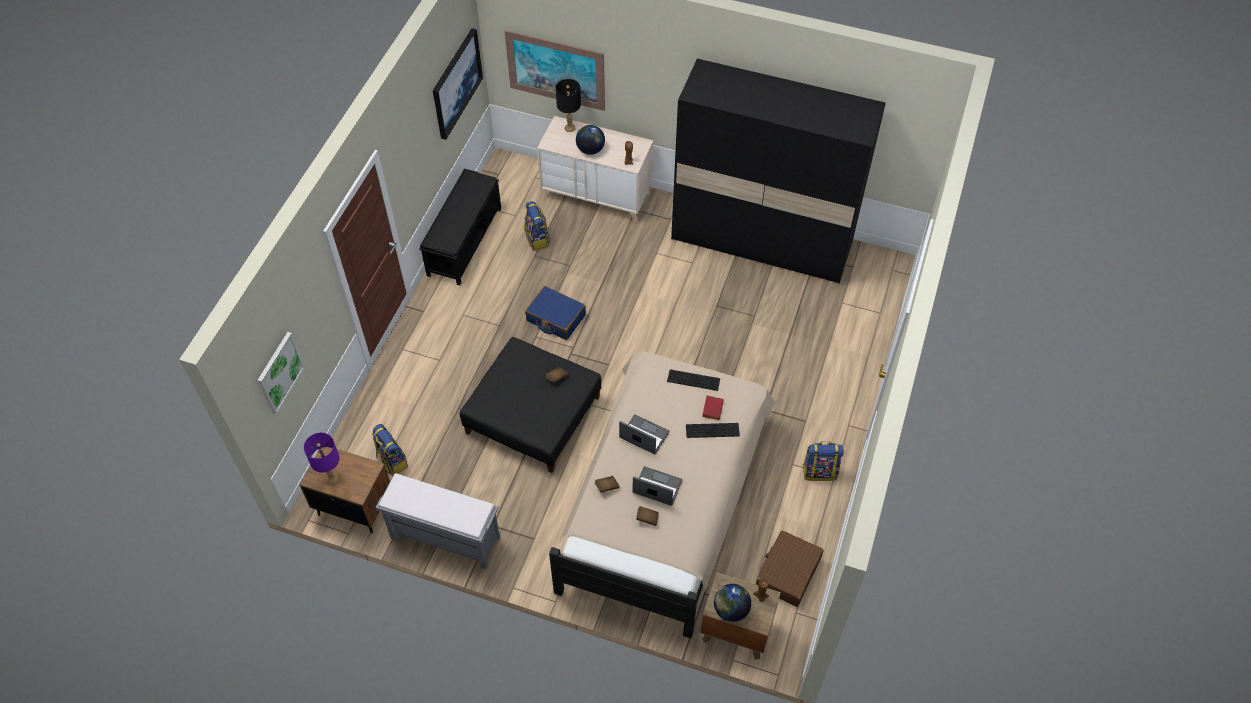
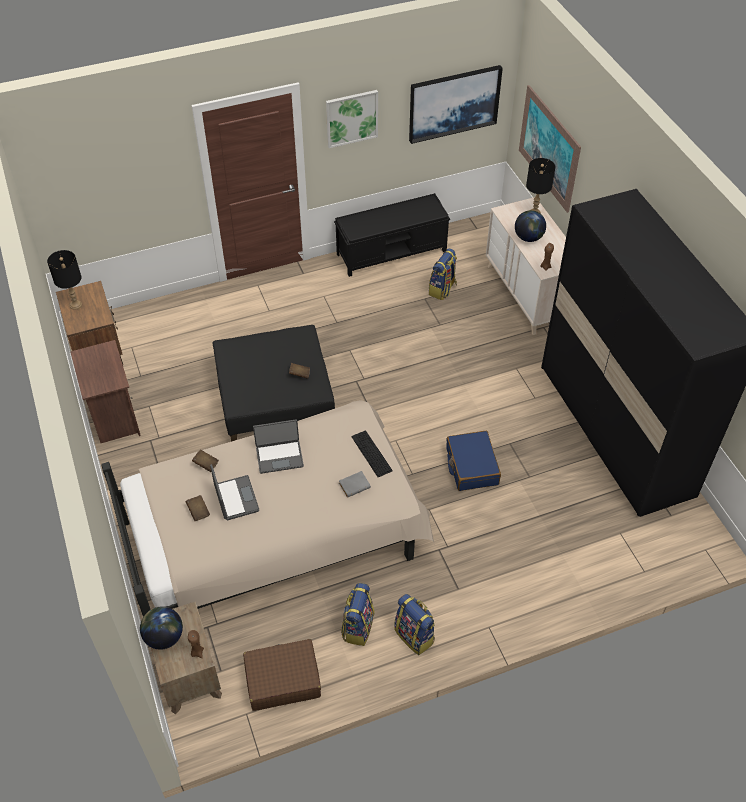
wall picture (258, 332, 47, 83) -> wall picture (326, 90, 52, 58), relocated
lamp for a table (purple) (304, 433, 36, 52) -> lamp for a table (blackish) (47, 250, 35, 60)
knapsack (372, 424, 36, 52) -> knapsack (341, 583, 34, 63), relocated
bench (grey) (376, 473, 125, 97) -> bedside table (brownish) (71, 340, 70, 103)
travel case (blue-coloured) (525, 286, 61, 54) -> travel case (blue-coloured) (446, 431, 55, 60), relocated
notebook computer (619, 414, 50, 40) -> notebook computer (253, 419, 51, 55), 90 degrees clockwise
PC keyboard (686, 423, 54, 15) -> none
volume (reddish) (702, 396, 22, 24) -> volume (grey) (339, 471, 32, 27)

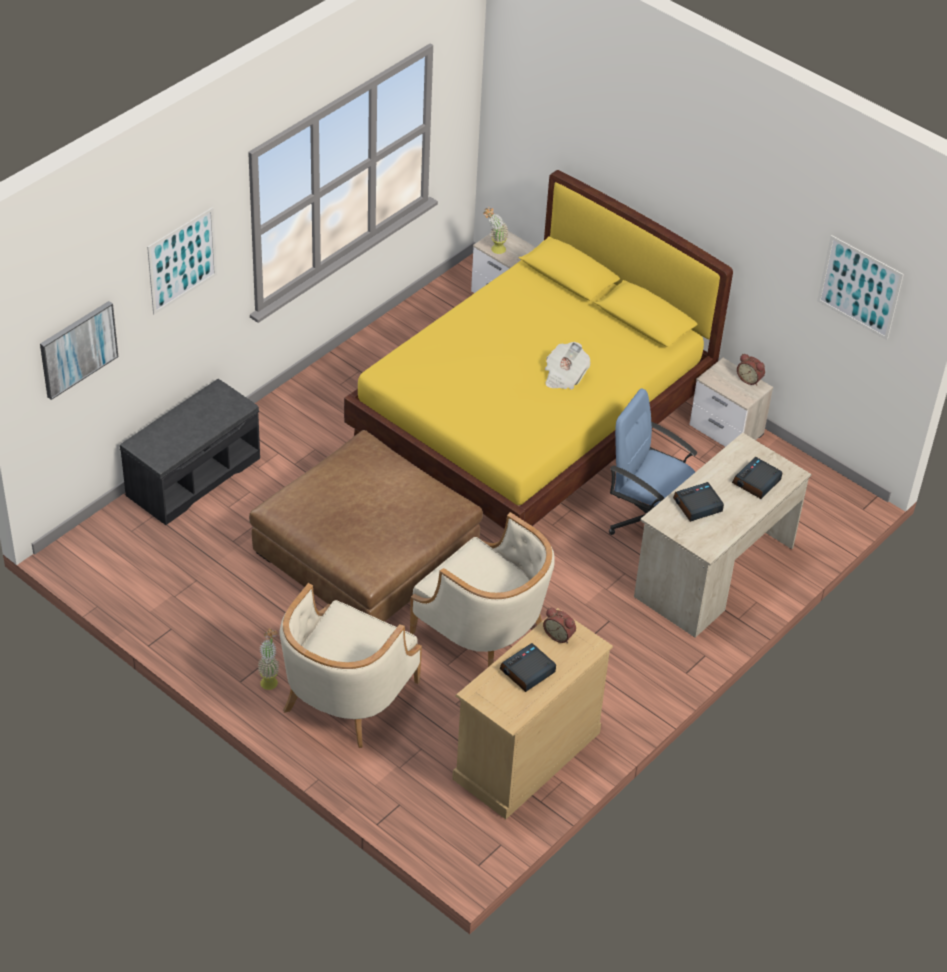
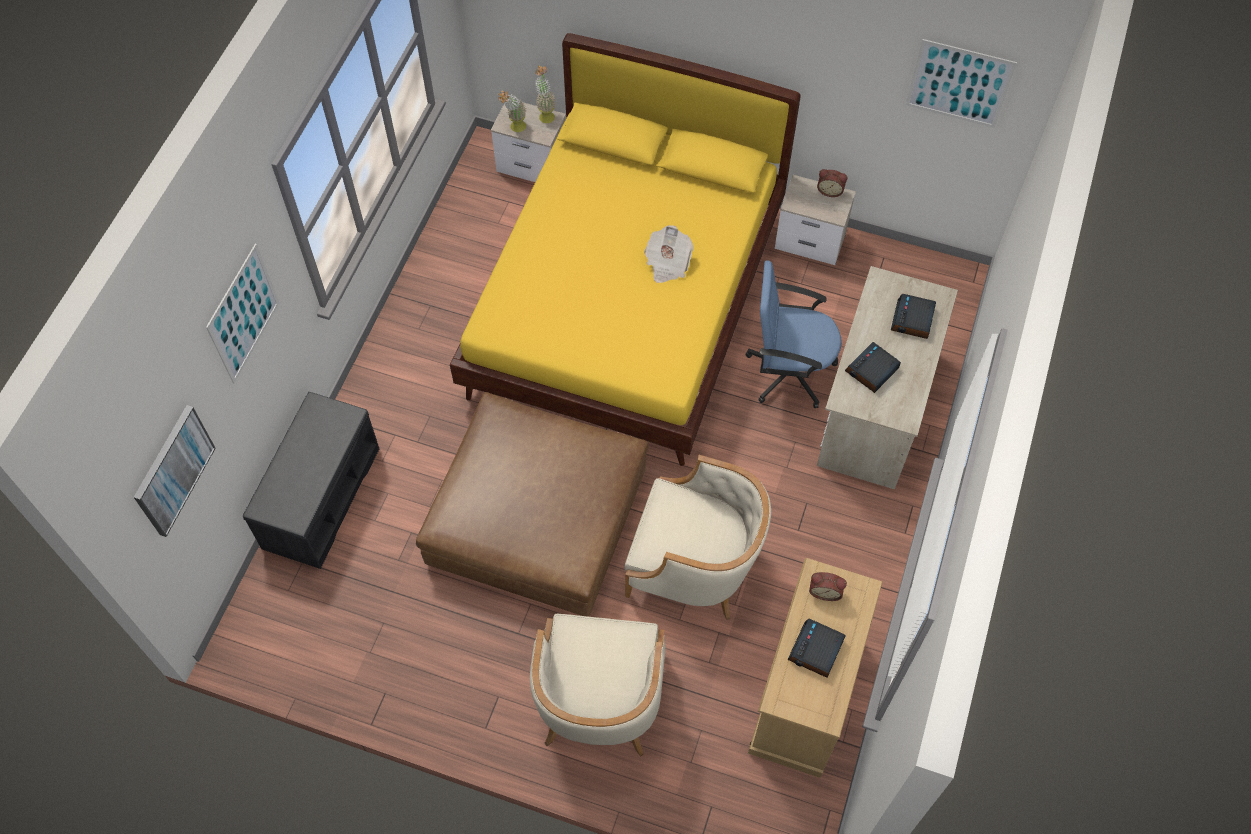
houseplant (258, 628, 22, 62) -> houseplant (535, 65, 21, 58), relocated

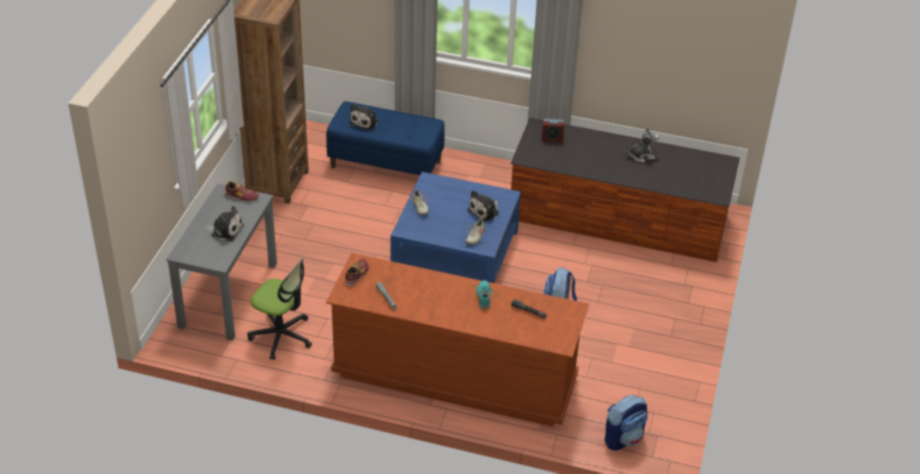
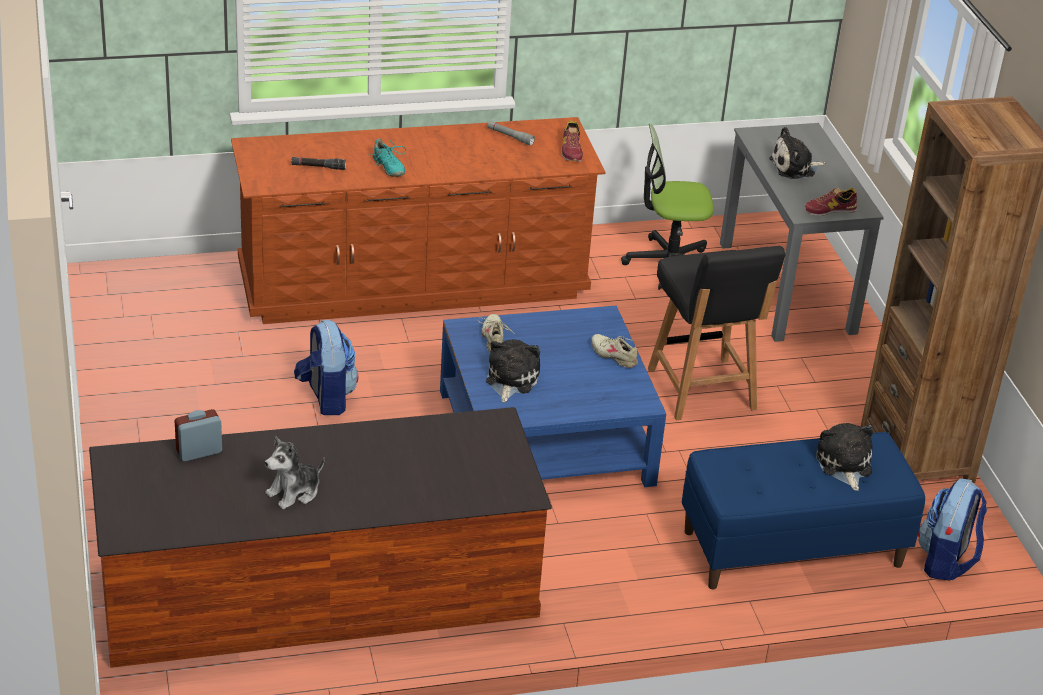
table clock (542, 119, 22, 23) -> table clock (175, 409, 47, 52), relocated
knapsack (604, 395, 44, 56) -> knapsack (918, 479, 69, 101), relocated
none -> chair (blackish) (648, 246, 138, 174)

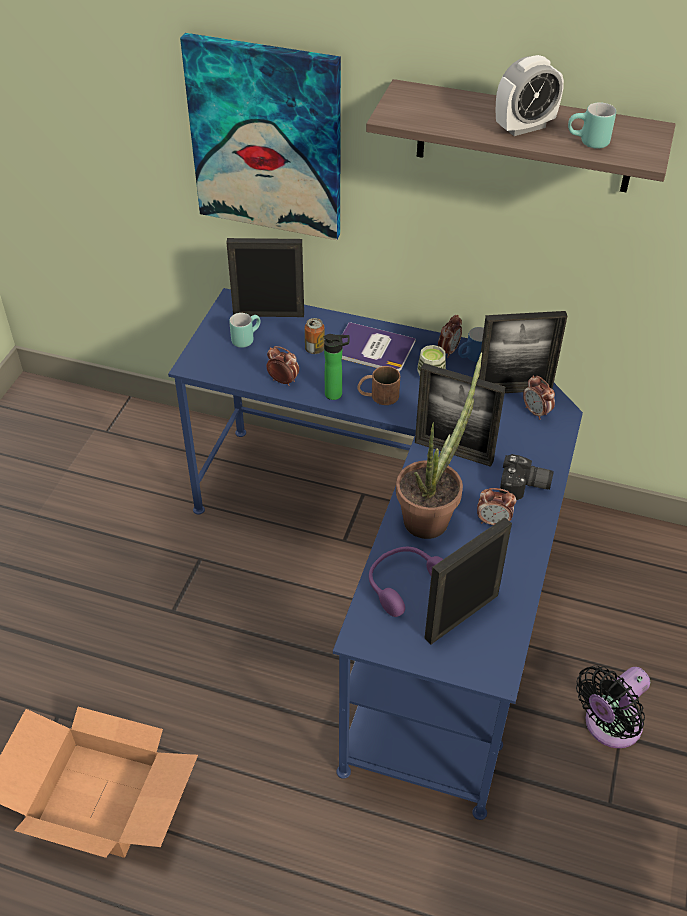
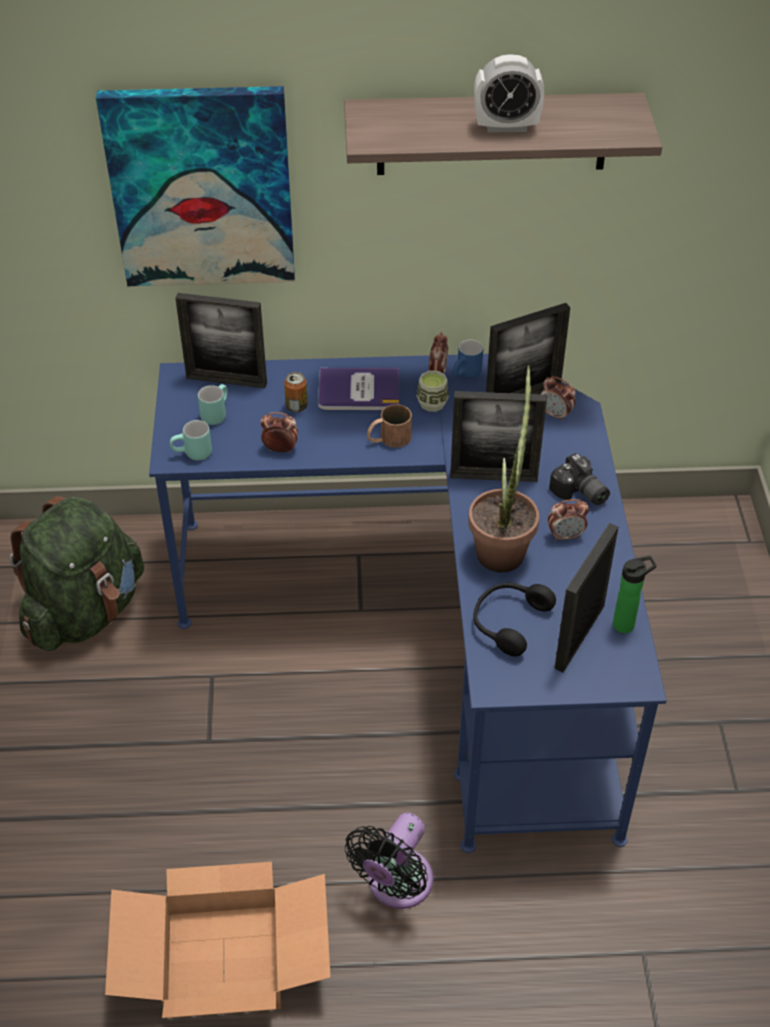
photo frame (226, 238, 78, 79) -> photo frame (175, 293, 92, 95), 150 degrees counterclockwise
bottle (324, 334, 26, 66) -> bottle (613, 556, 43, 77), relocated
headphones (purple) (369, 547, 74, 70) -> headphones (blackish) (473, 583, 83, 73)
table clock (496, 55, 68, 81) -> table clock (474, 54, 70, 79), 45 degrees clockwise
photo camera (499, 454, 55, 46) -> photo camera (549, 453, 61, 53), 60 degrees clockwise
mug (turquoise) (568, 102, 48, 47) -> mug (turquoise) (170, 420, 42, 40), relocated
electric fan (blackish) (576, 665, 74, 83) -> electric fan (blackish) (345, 812, 88, 97), relocated
none -> knapsack (green-coloured) (9, 496, 135, 155)

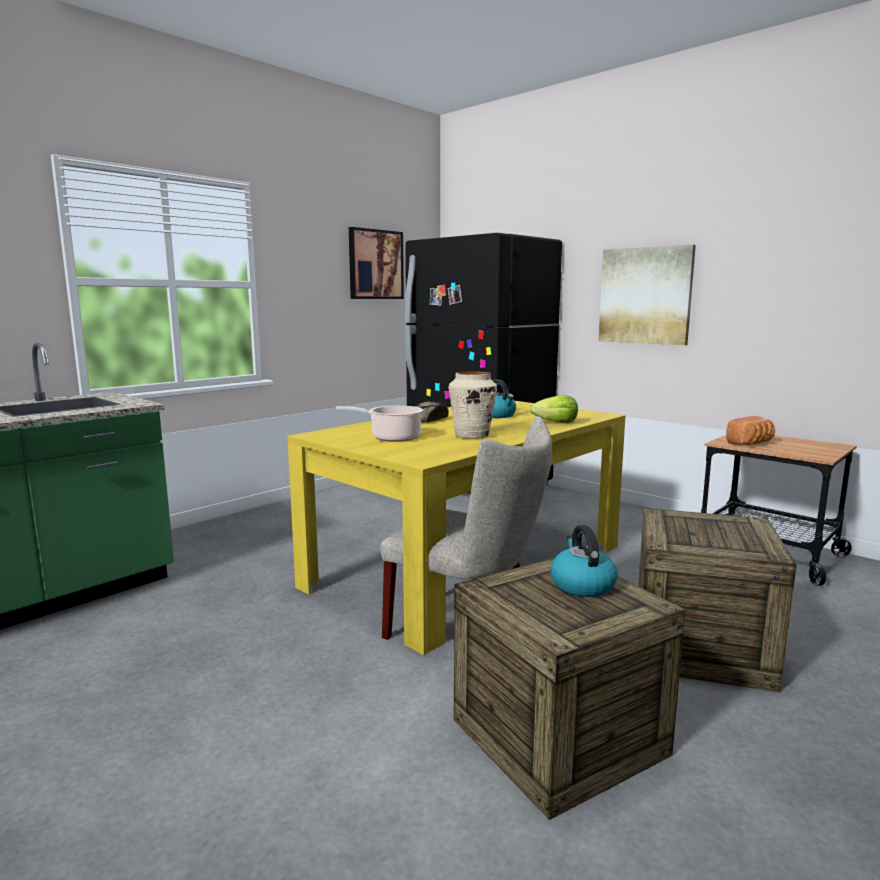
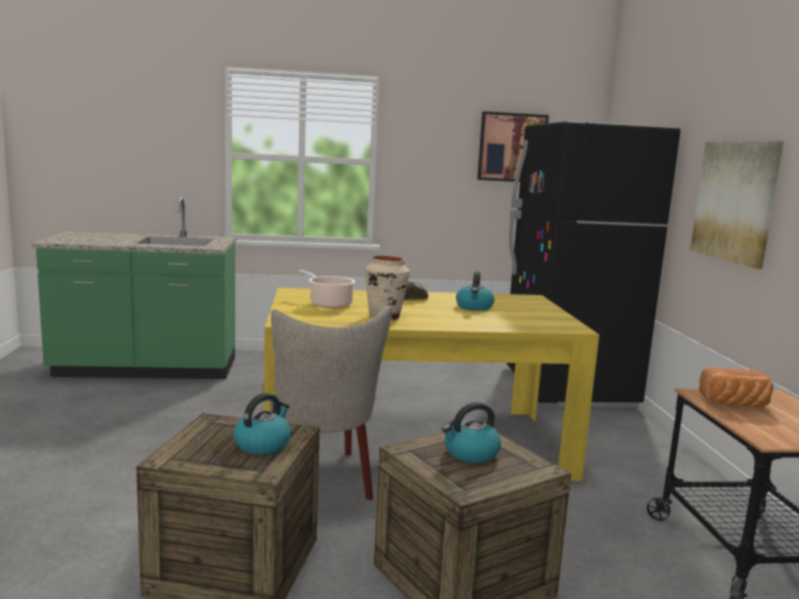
lettuce head (530, 395, 48, 28) -> none
none -> tea kettle (442, 402, 59, 61)

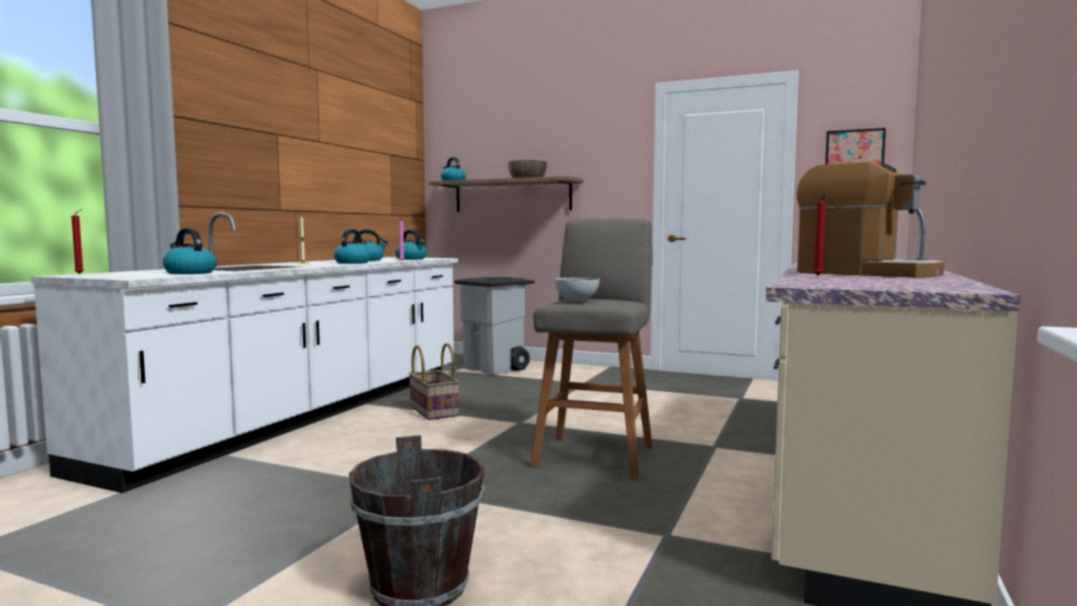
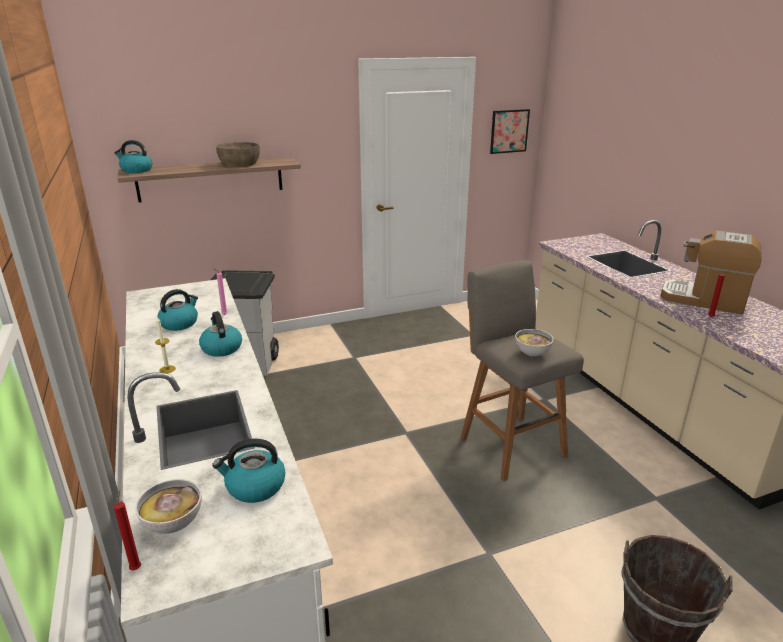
tea kettle (395, 230, 31, 30) -> none
basket (409, 343, 50, 77) -> none
coffee brewer (797, 162, 148, 116) -> coffee brewer (660, 231, 102, 83), 150 degrees counterclockwise
none -> serving bowl (135, 479, 67, 55)

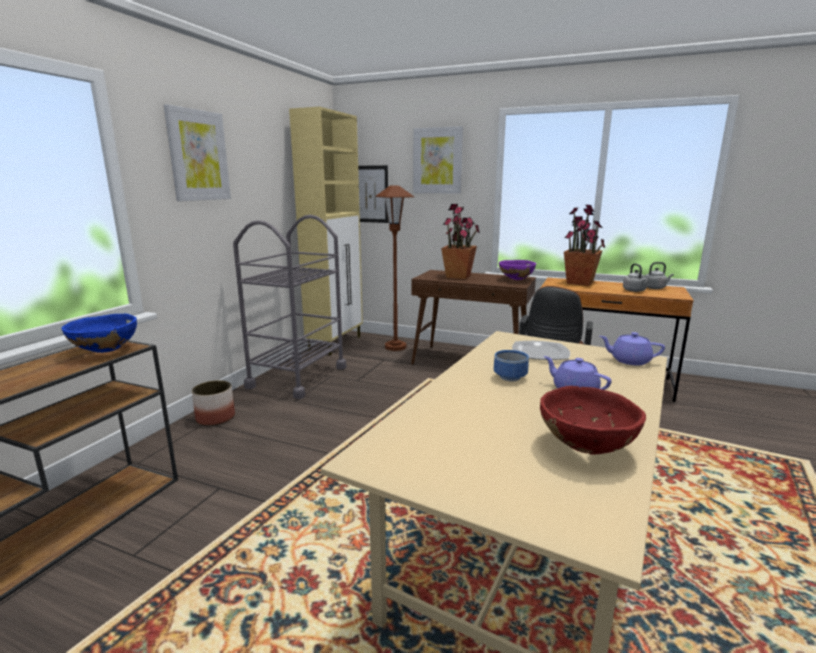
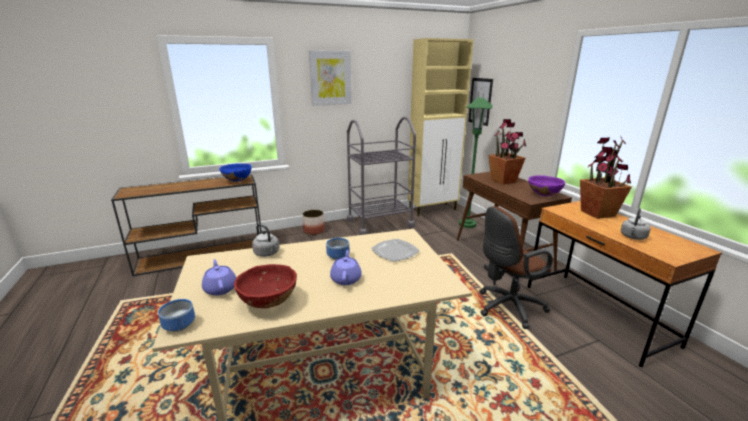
standing lamp (brownish) (375, 186, 39, 165) -> standing lamp (green-coloured) (459, 98, 34, 130)
wall picture (413, 126, 50, 68) -> none
tea pot (purple) (600, 332, 65, 33) -> tea pot (purple) (202, 259, 34, 37), relocated
tea kettle (grey) (644, 262, 30, 27) -> tea kettle (grey) (252, 224, 27, 33), relocated
none -> serving bowl (158, 299, 37, 33)

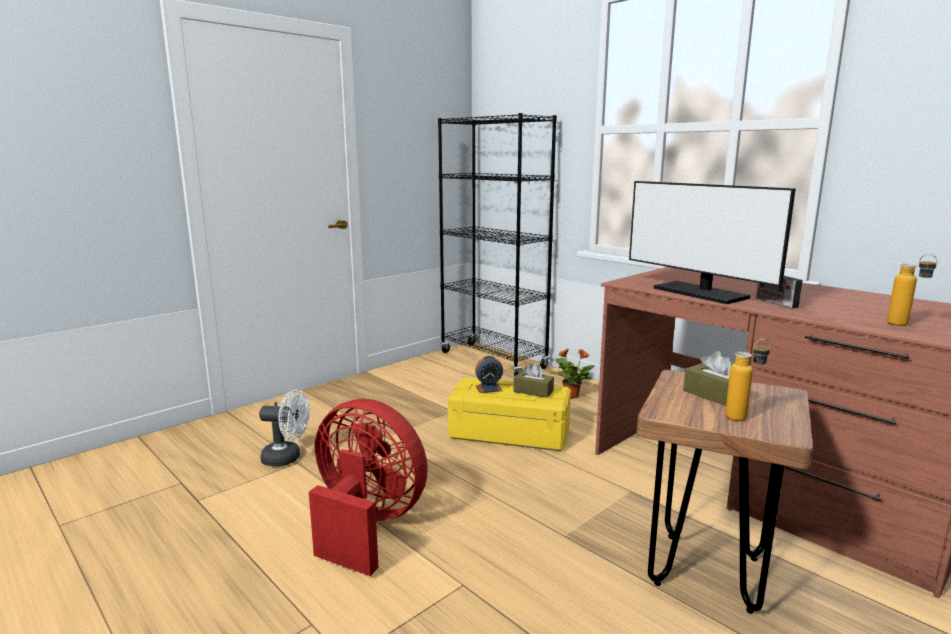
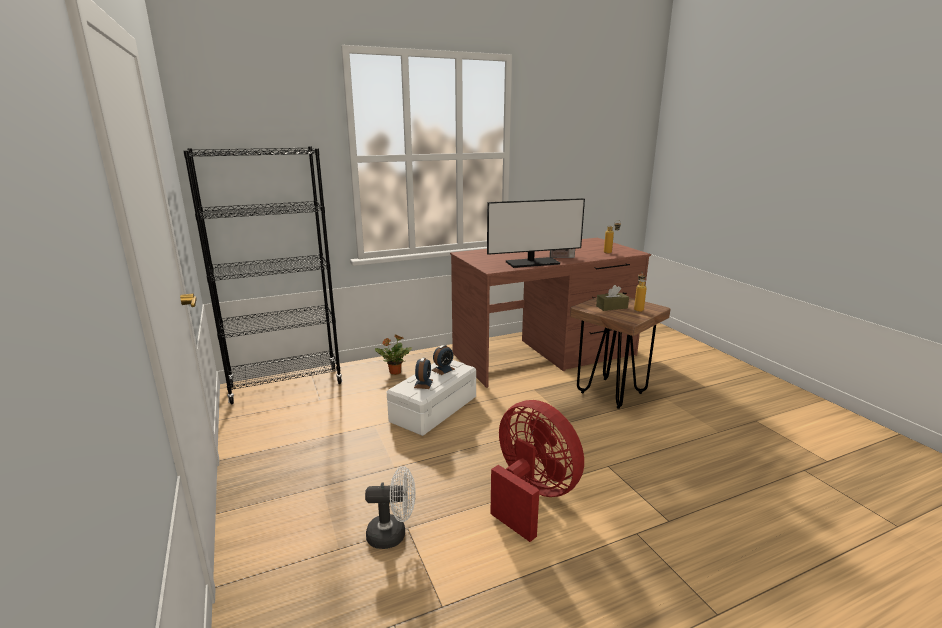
electric fan (whitish) (259, 390, 51, 76) -> electric fan (whitish) (365, 466, 51, 83), 60 degrees clockwise
electric fan (reddish) (309, 399, 119, 177) -> electric fan (reddish) (490, 400, 94, 142), 90 degrees clockwise
storage container (yellow) (448, 377, 123, 74) -> storage container (whitish) (387, 360, 89, 76)
box of tissues (brownish) (514, 363, 40, 35) -> table clock (432, 345, 23, 30)

